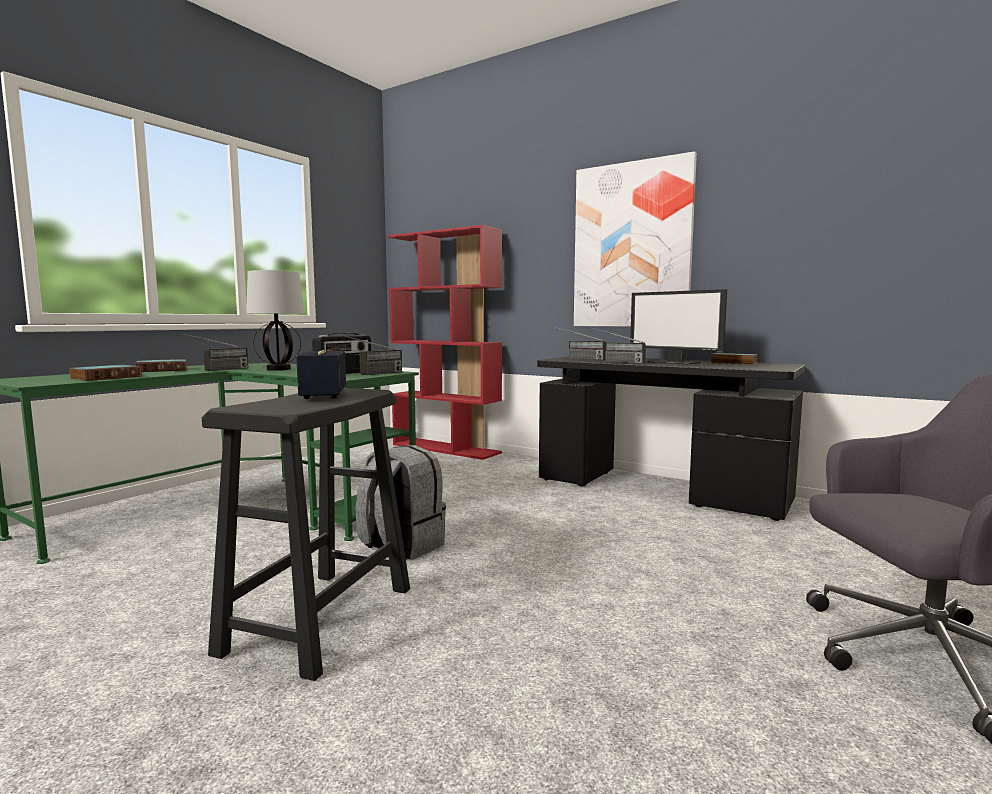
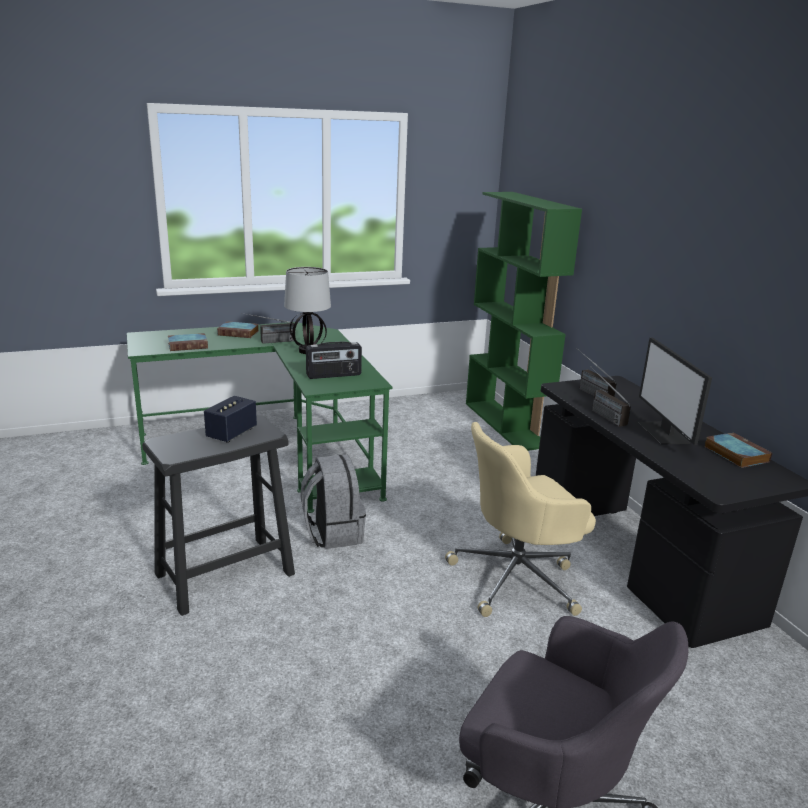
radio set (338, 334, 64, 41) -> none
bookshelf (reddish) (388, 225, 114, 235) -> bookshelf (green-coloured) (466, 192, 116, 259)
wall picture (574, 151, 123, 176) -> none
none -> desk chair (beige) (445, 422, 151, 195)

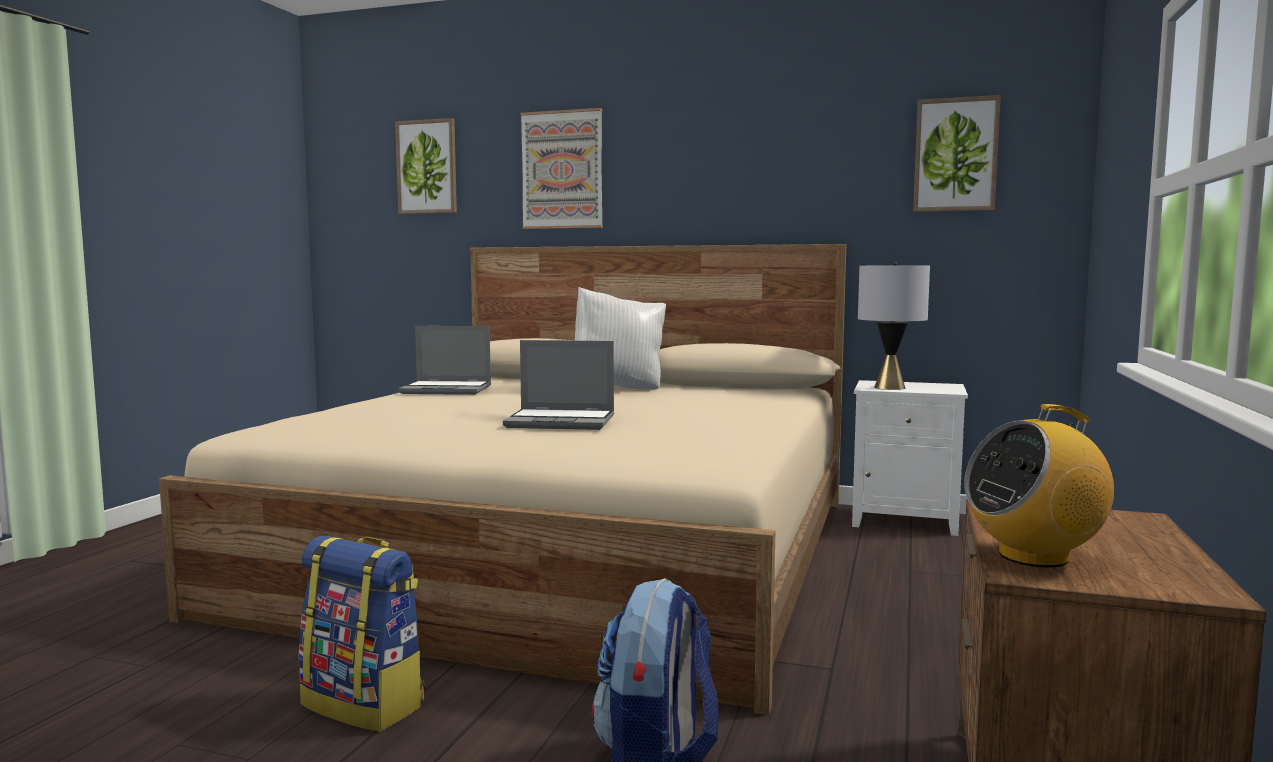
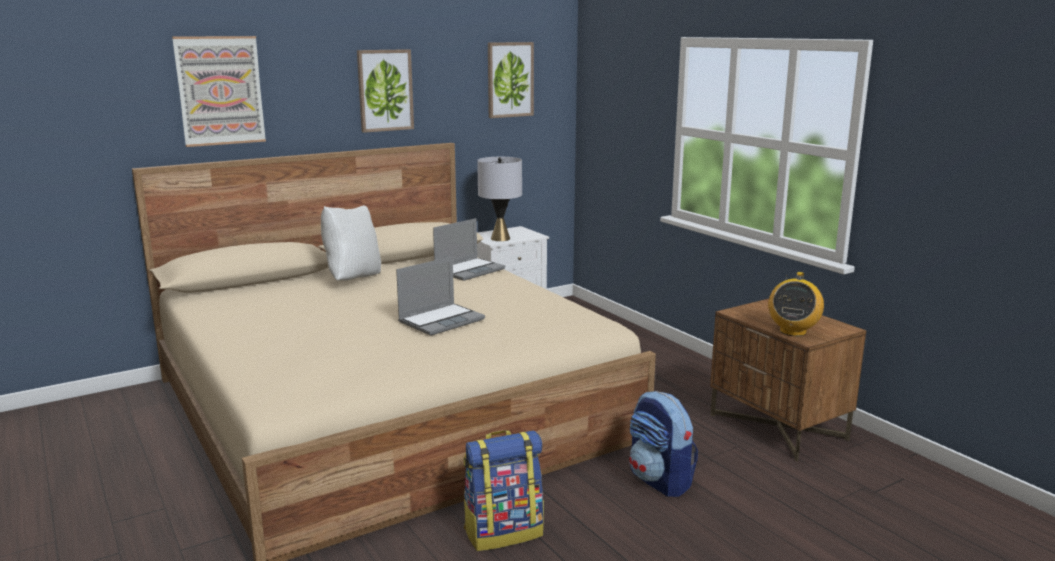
wall picture (395, 118, 62, 96) -> wall picture (357, 49, 57, 84), relocated
notebook computer (398, 326, 93, 69) -> notebook computer (433, 218, 72, 63), relocated

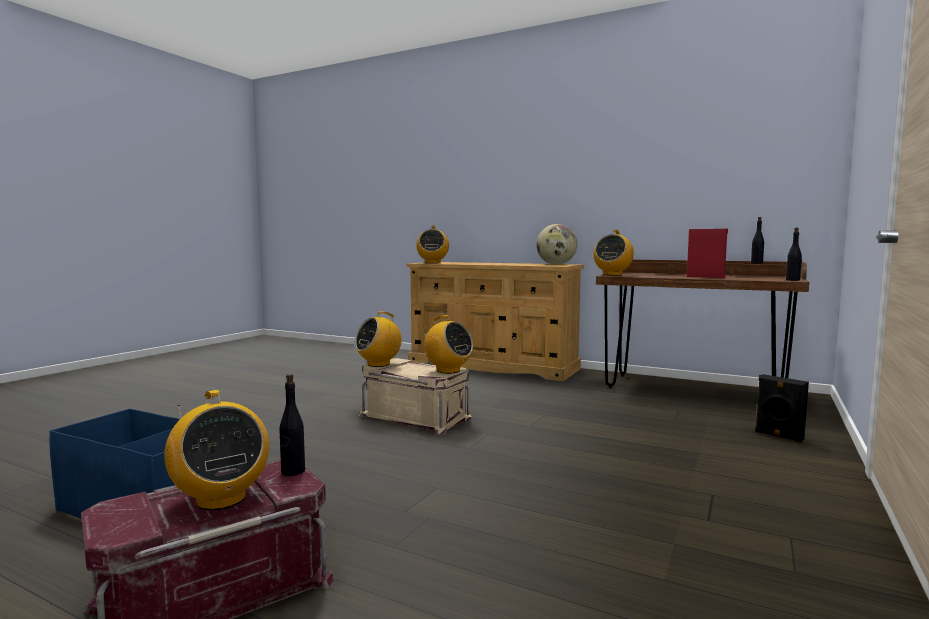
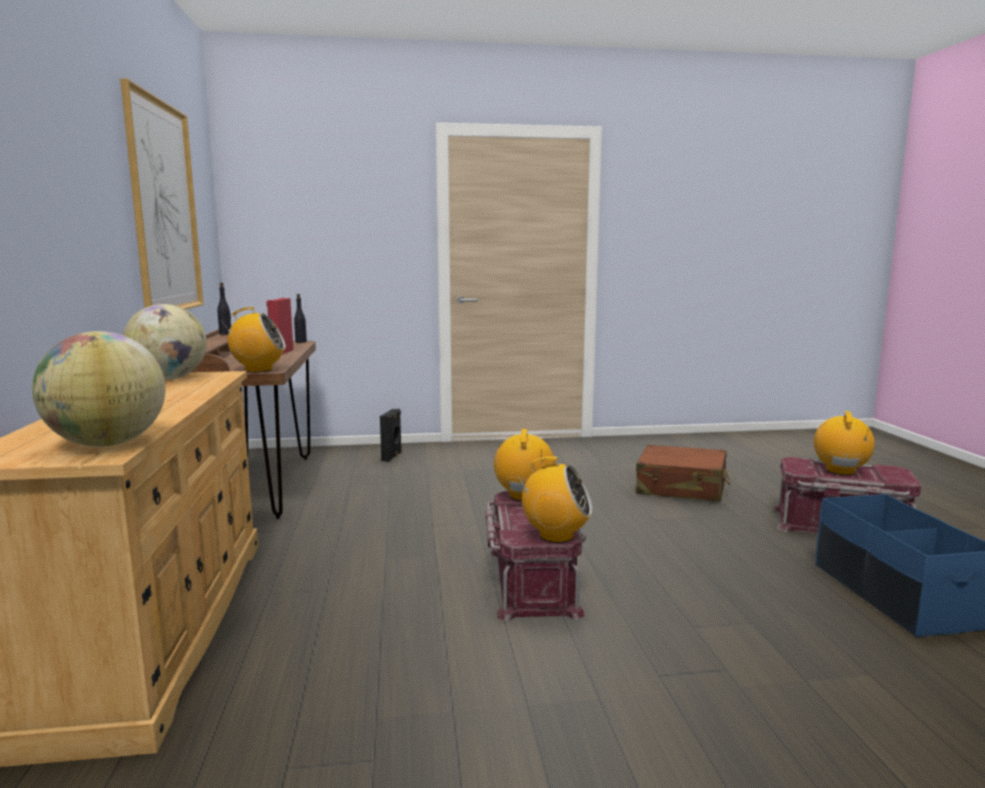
bottle (blackish) (280, 374, 25, 102) -> none
storage container (beige) (359, 358, 114, 77) -> storage container (reddish) (485, 491, 101, 130)
radio set (416, 225, 33, 38) -> world globe (32, 331, 134, 116)
none -> wall picture (120, 78, 84, 232)
none -> travel case (brownish) (636, 445, 94, 57)

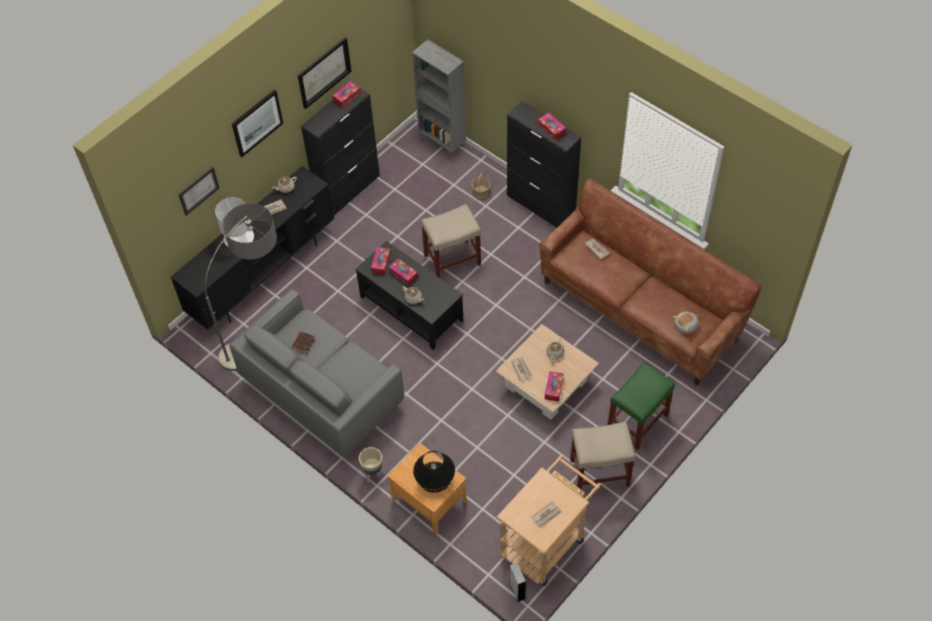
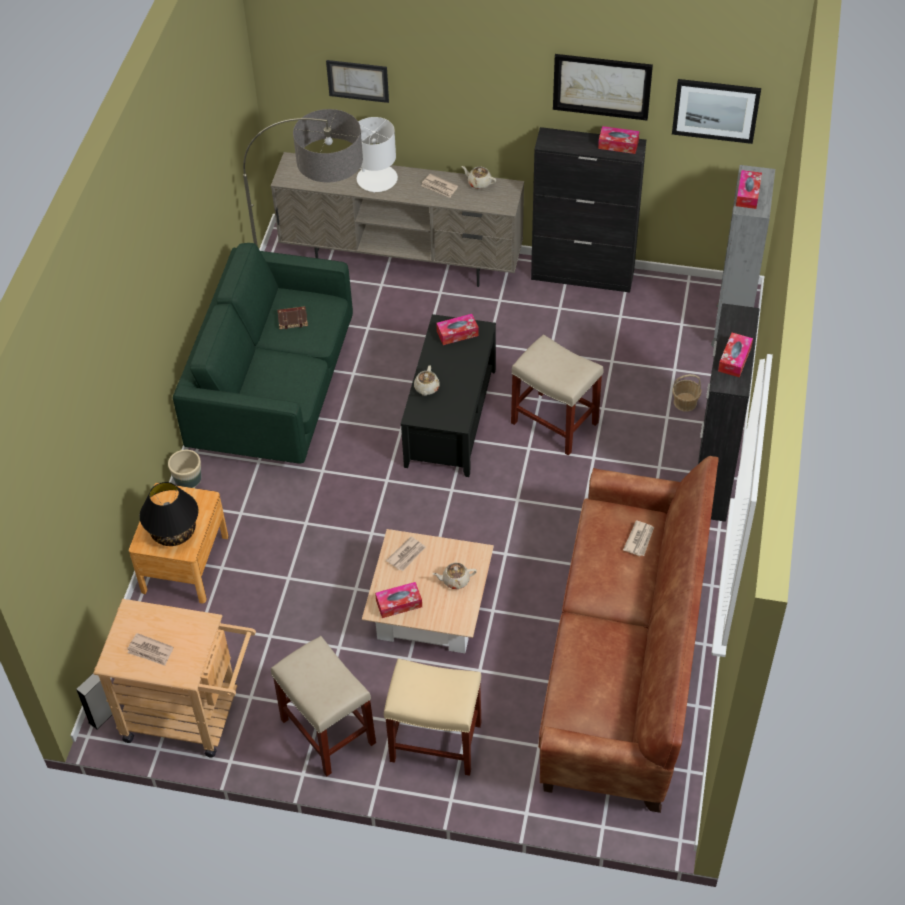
tv stand (blackish) (171, 166, 164, 164) -> tv stand (beige) (271, 152, 253, 135)
sofa (grey) (229, 289, 175, 169) -> sofa (green-coloured) (173, 243, 180, 221)
wall picture (232, 90, 51, 67) -> wall picture (672, 79, 89, 65), relocated
box of tissues (389, 259, 29, 27) -> box of tissues (736, 170, 26, 39), relocated
sitting stool (green-coloured) (607, 362, 68, 88) -> sitting stool (beige) (384, 659, 97, 117)
cuddly toy (672, 312, 26, 22) -> none

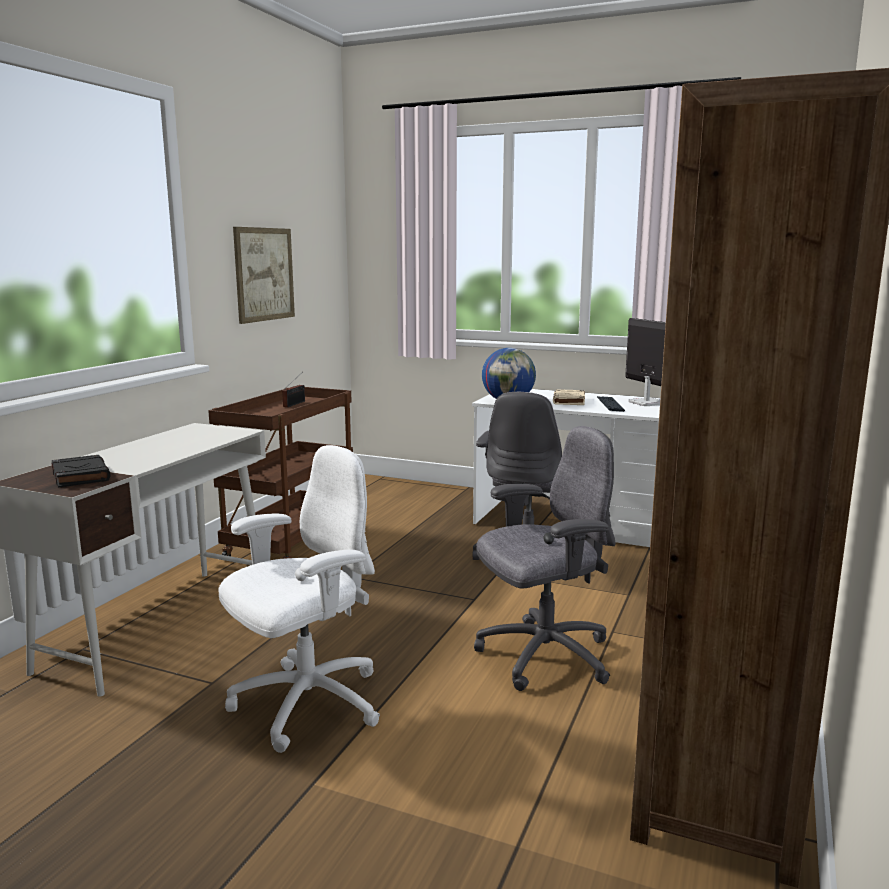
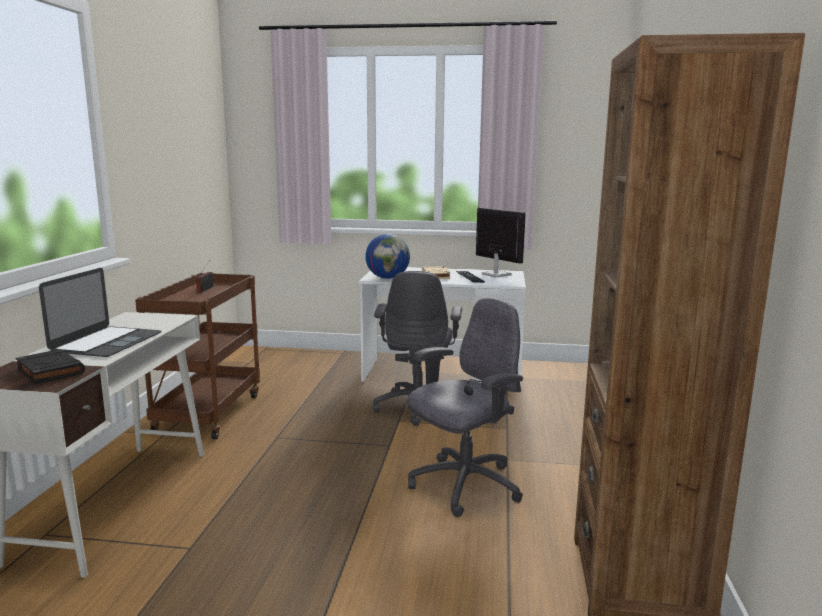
desk chair (whitish) (218, 445, 162, 308) -> none
wall picture (233, 227, 62, 97) -> none
none -> notebook computer (39, 268, 122, 89)

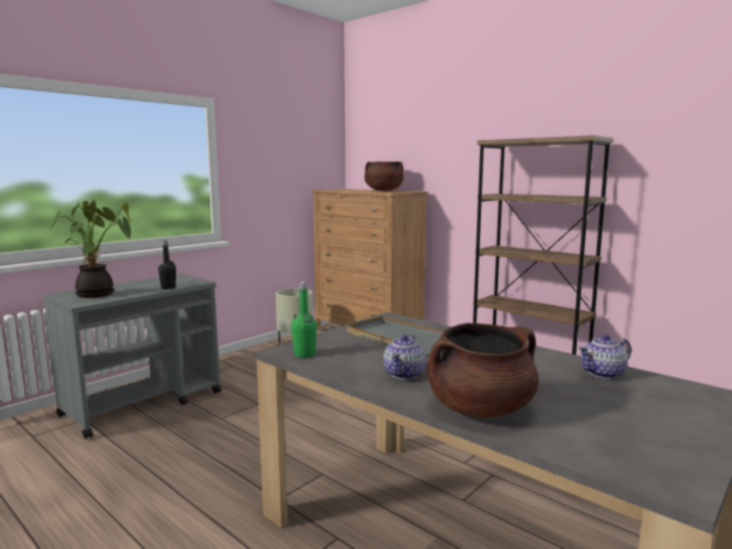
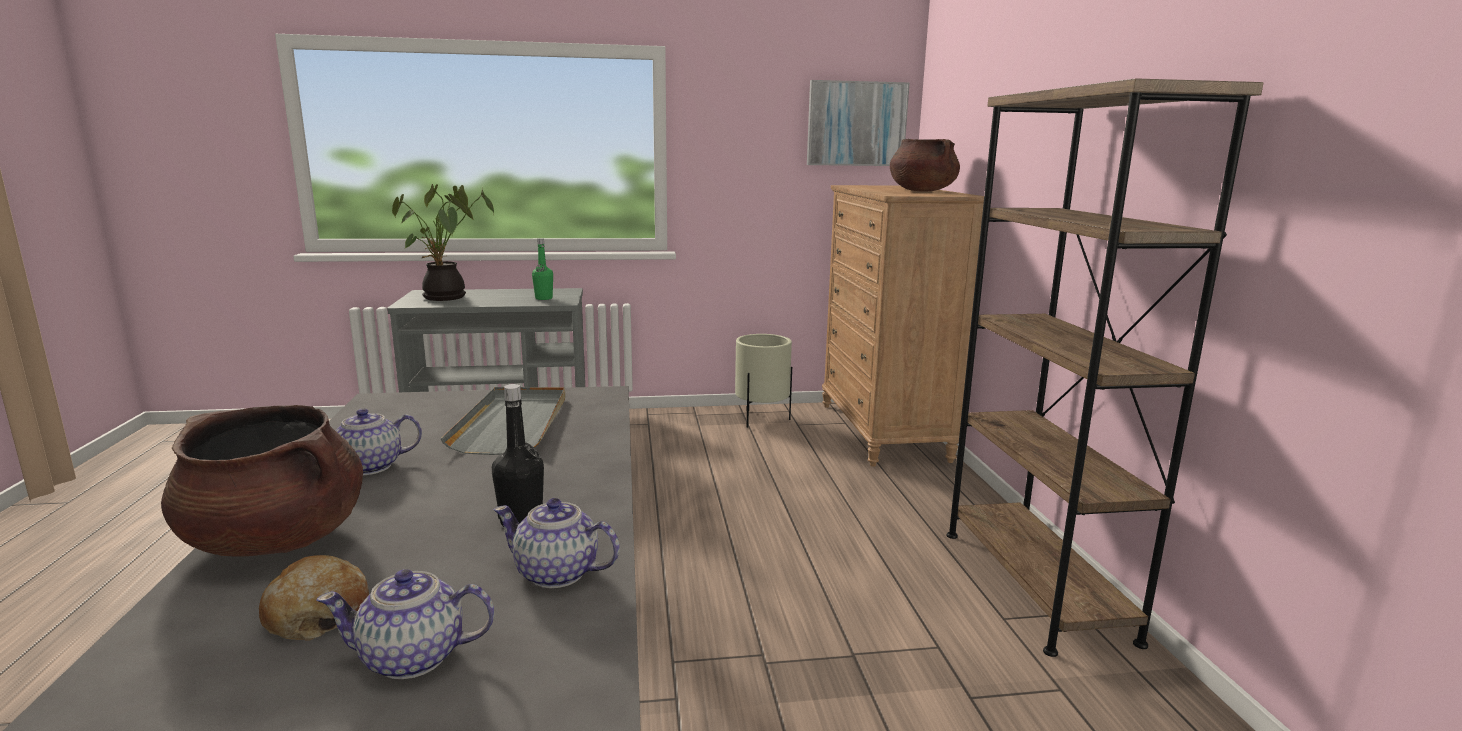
bottle (blackish) (158, 240, 18, 50) -> bottle (blackish) (492, 384, 52, 143), relocated
bottle (green-coloured) (291, 281, 26, 77) -> bottle (green-coloured) (532, 238, 21, 62), relocated
none -> baked bread (259, 555, 110, 85)
none -> tea pot (316, 569, 178, 110)
none -> wall picture (807, 80, 103, 86)

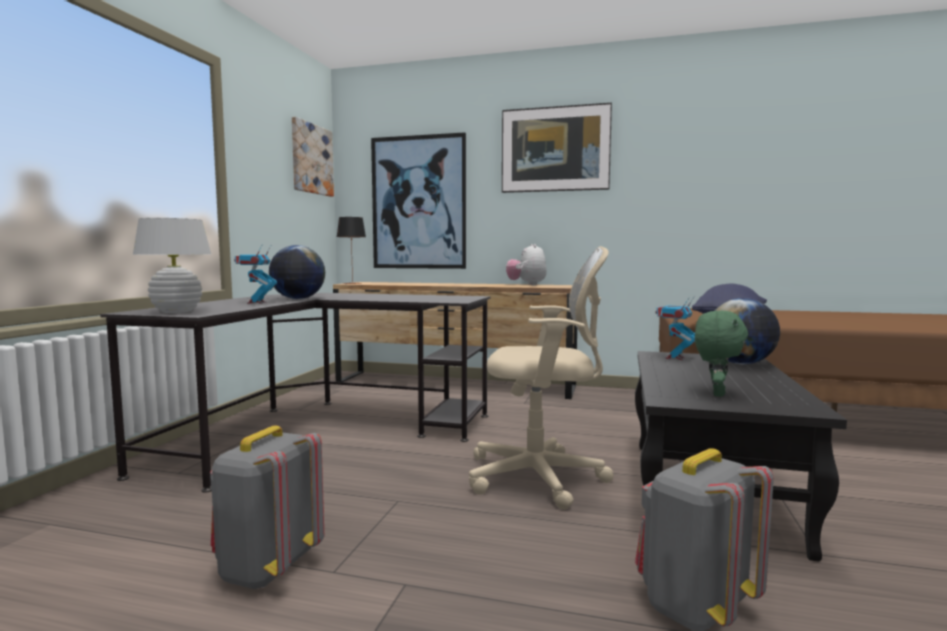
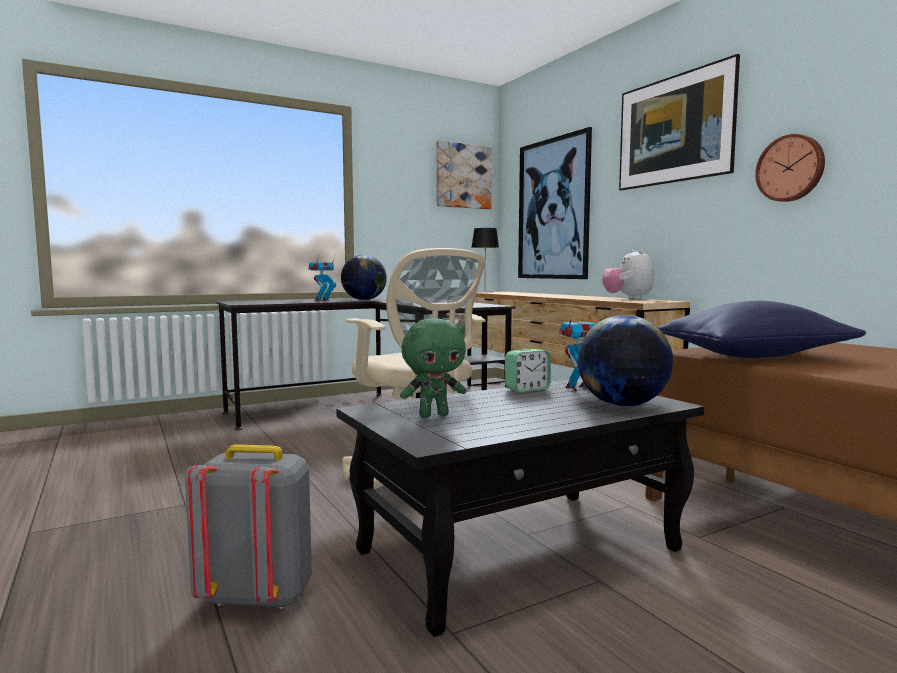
lamp for a table (whitish) (133, 218, 79, 95) -> none
knapsack (grey) (210, 425, 114, 164) -> none
cuddly toy (506, 244, 41, 41) -> cuddly toy (602, 249, 52, 50), 45 degrees counterclockwise
none -> table clock (505, 349, 46, 43)
none -> wall clock (755, 134, 70, 68)

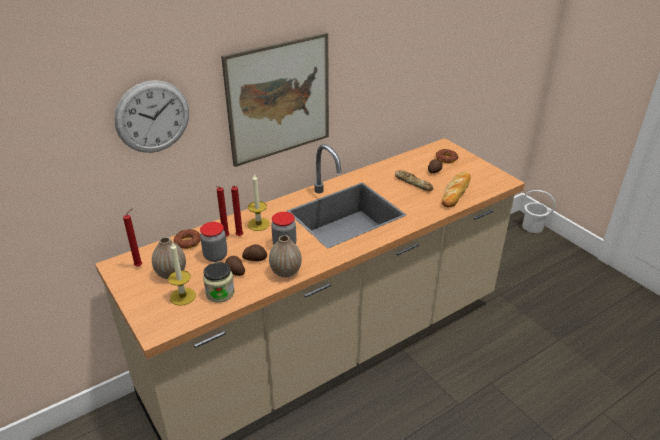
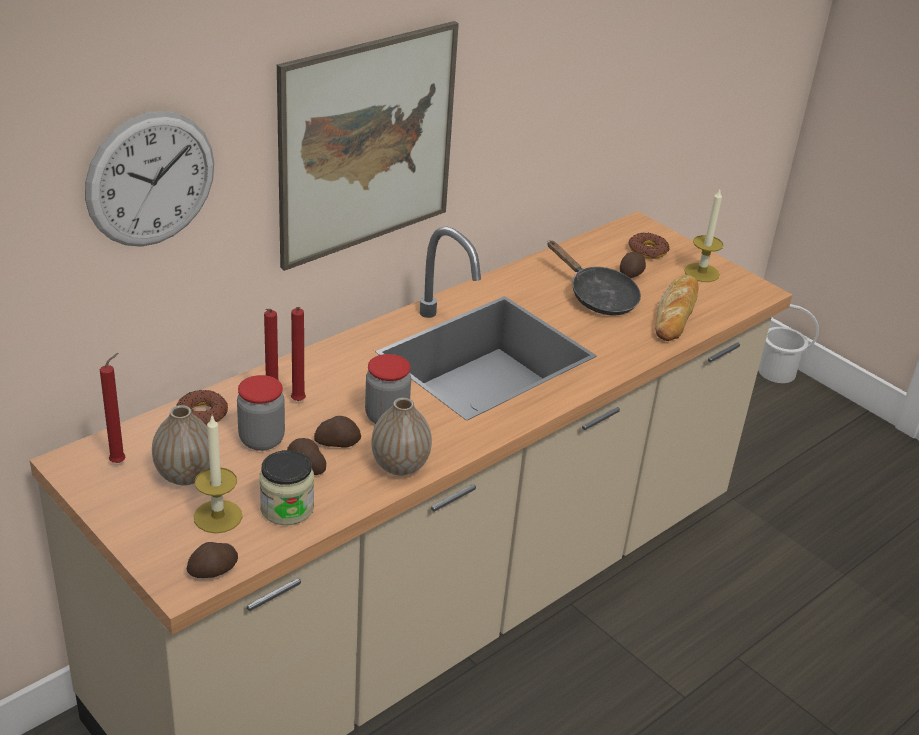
wax candle (248, 173, 22, 58) -> wax candle (684, 189, 40, 93), relocated
baked bread (395, 170, 39, 21) -> pan (blackish) (547, 240, 94, 75)
none -> whole potato (187, 542, 51, 36)

